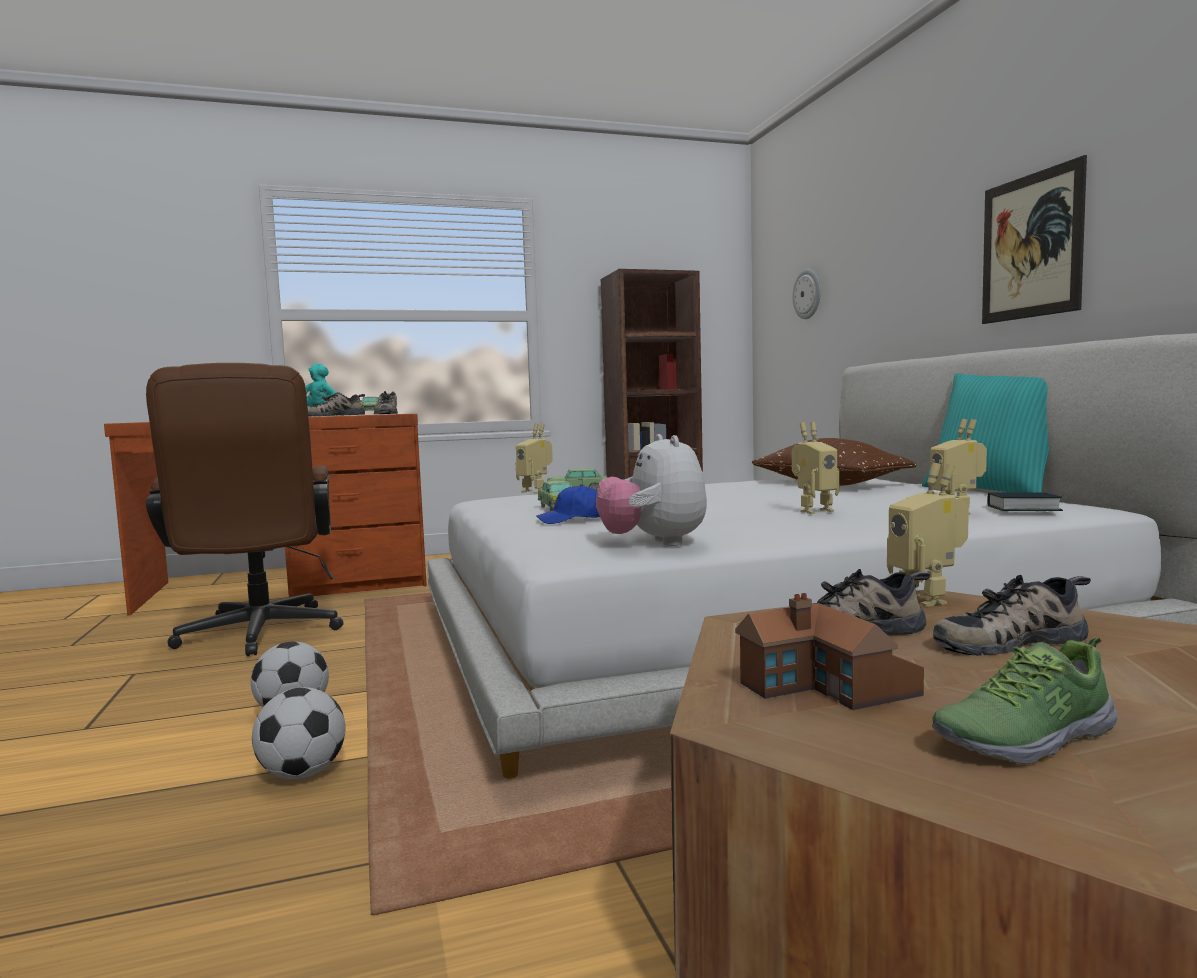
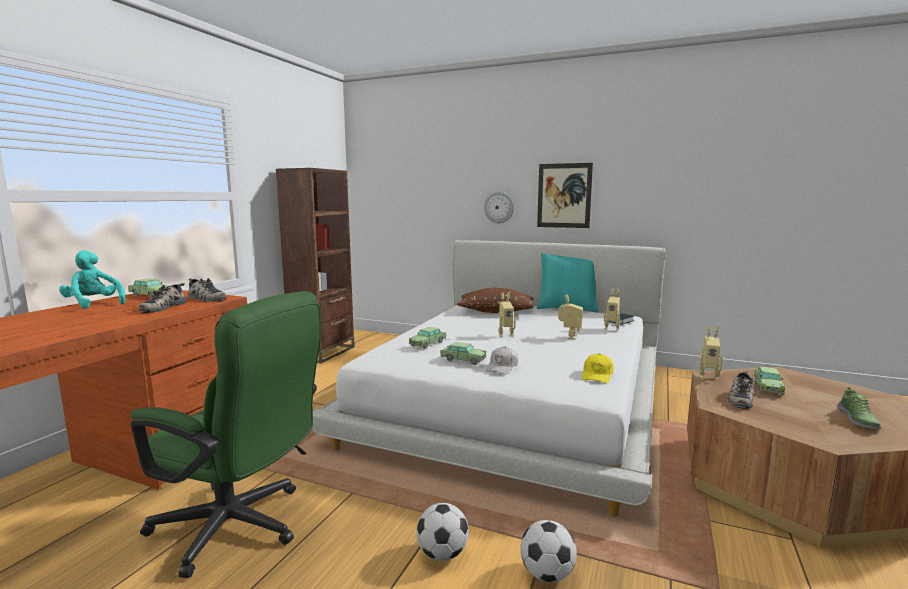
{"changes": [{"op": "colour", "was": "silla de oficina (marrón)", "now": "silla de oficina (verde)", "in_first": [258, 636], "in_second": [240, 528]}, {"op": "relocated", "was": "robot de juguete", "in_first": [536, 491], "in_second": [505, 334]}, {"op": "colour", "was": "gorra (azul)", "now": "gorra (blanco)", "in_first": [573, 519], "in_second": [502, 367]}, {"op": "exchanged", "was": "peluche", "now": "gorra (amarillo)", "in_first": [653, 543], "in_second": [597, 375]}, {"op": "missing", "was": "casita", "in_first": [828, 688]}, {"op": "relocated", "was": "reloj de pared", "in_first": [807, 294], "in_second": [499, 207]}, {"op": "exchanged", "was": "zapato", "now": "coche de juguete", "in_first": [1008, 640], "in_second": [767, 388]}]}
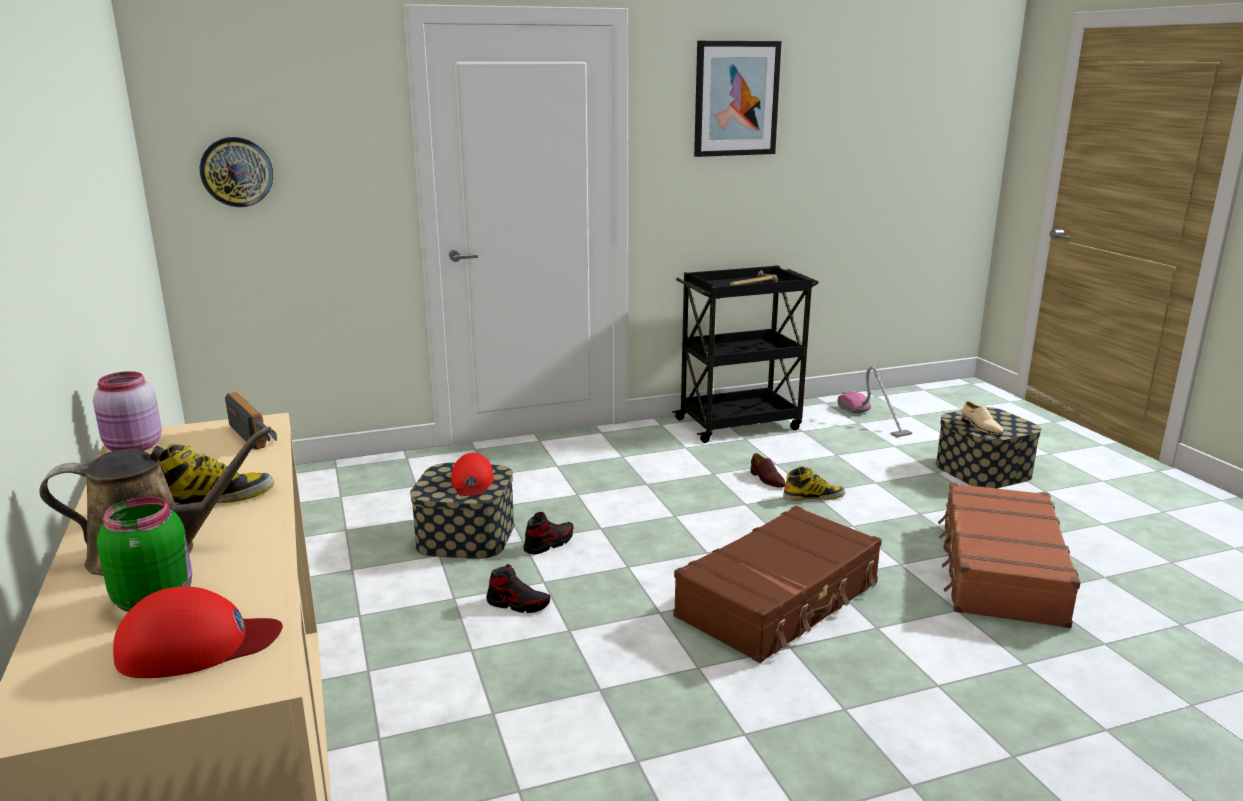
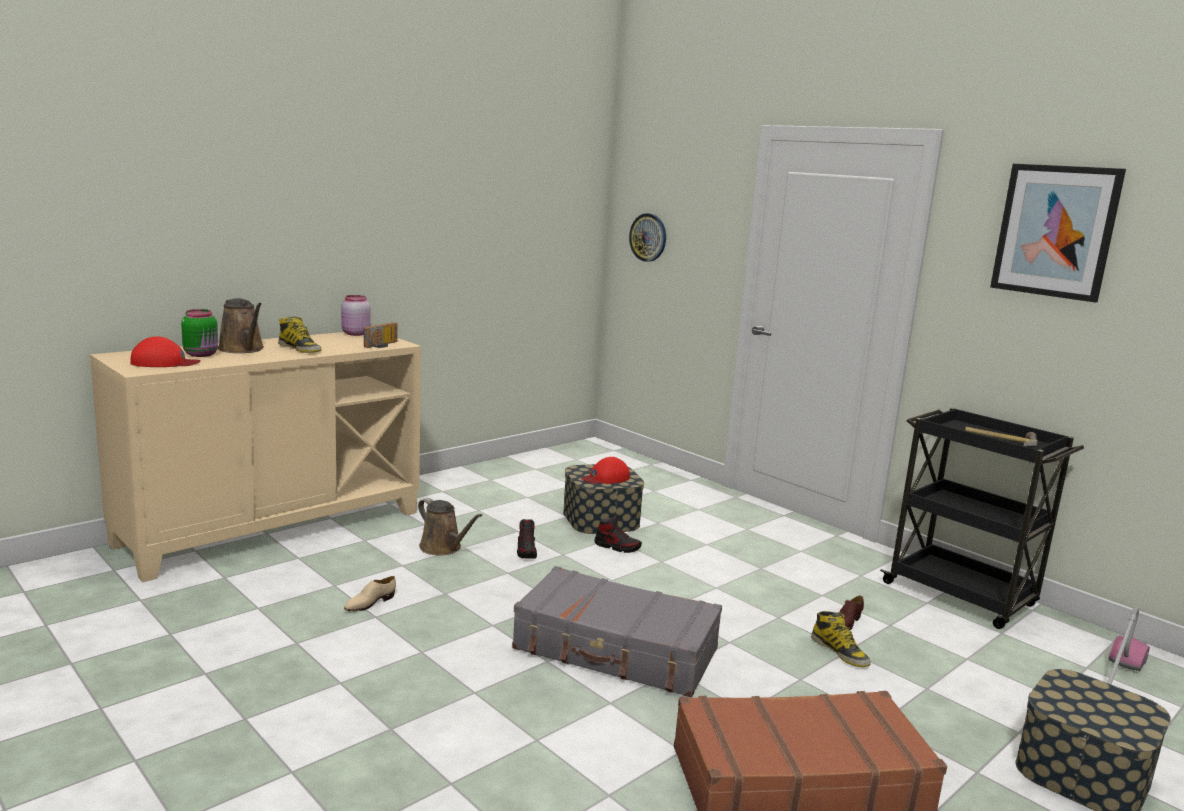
{"changes": [{"op": "spun", "was": "gorra (rojo)", "in_first": [197, 645], "in_second": [164, 363], "clockwise": -60}, {"op": "colour", "was": "maleta (marrón)", "now": "maleta (gris)", "in_first": [780, 600], "in_second": [616, 650]}, {"op": "relocated", "was": "zapato (beis)", "in_first": [981, 427], "in_second": [369, 603]}, {"op": "appeared", "now": "regadera (marrón)", "in_second": [443, 548]}]}
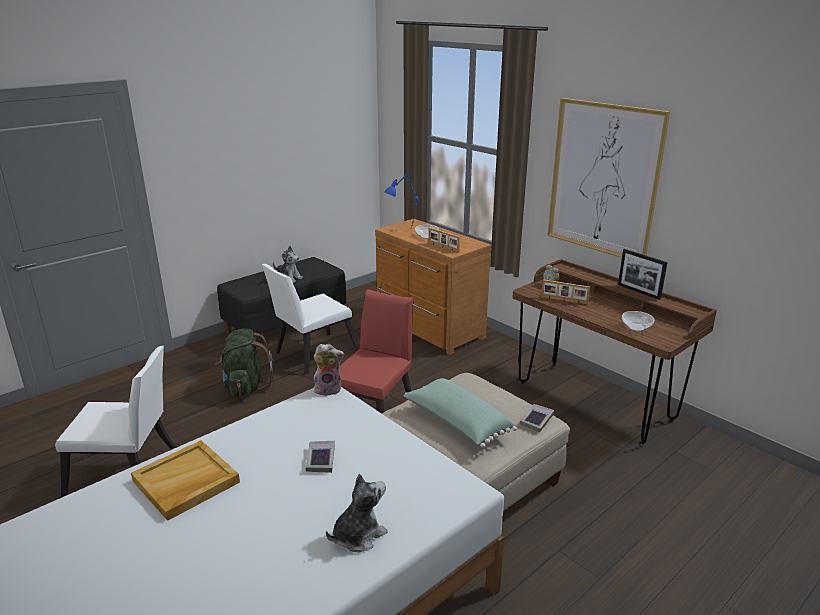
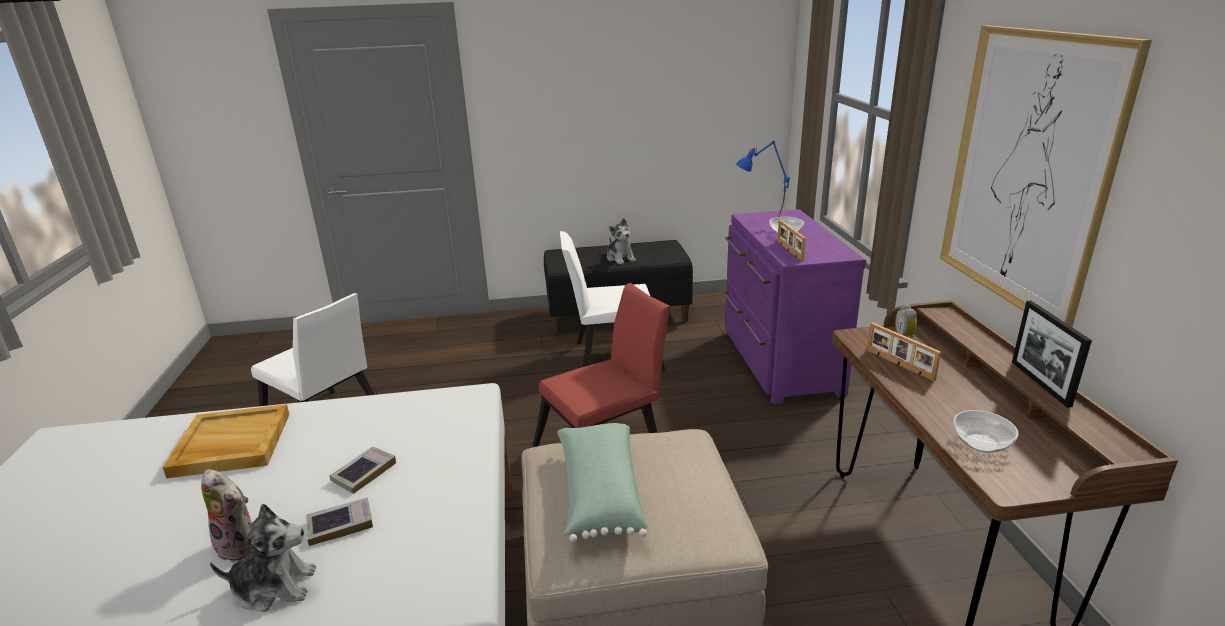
{"changes": [{"op": "missing", "was": "mochila (verde)", "in_first": [245, 387]}, {"op": "relocated", "was": "peluche", "in_first": [329, 389], "in_second": [241, 546]}, {"op": "colour", "was": "cómoda (marrón)", "now": "cómoda (morado)", "in_first": [428, 328], "in_second": [778, 362]}, {"op": "relocated", "was": "libro", "in_first": [536, 420], "in_second": [340, 525]}]}
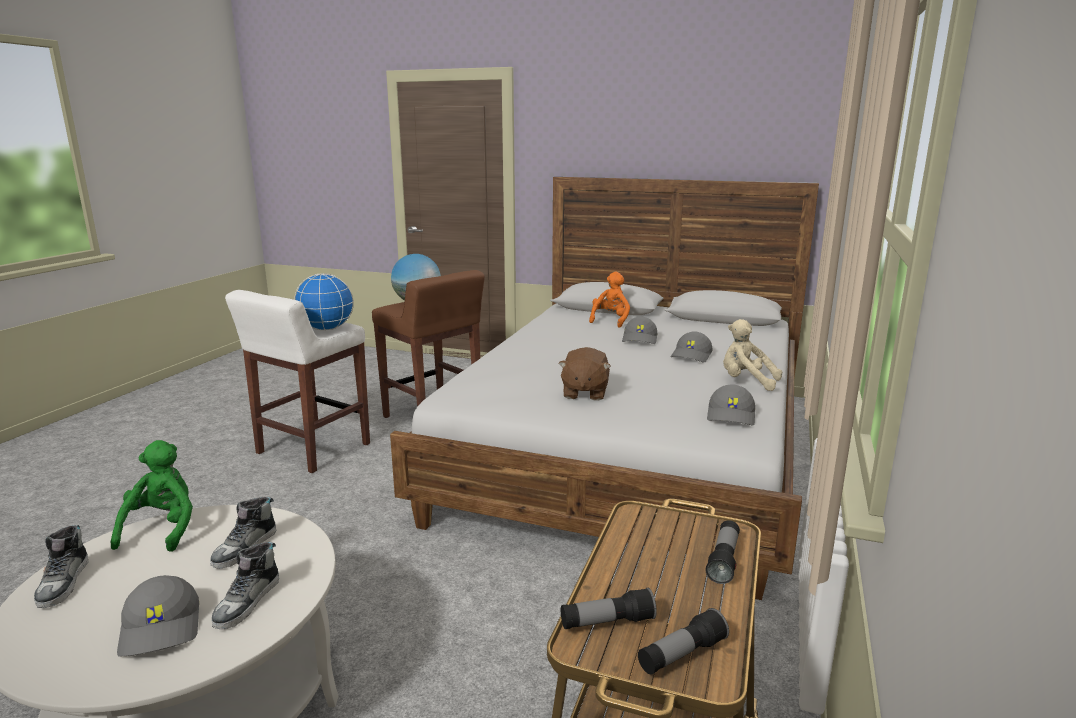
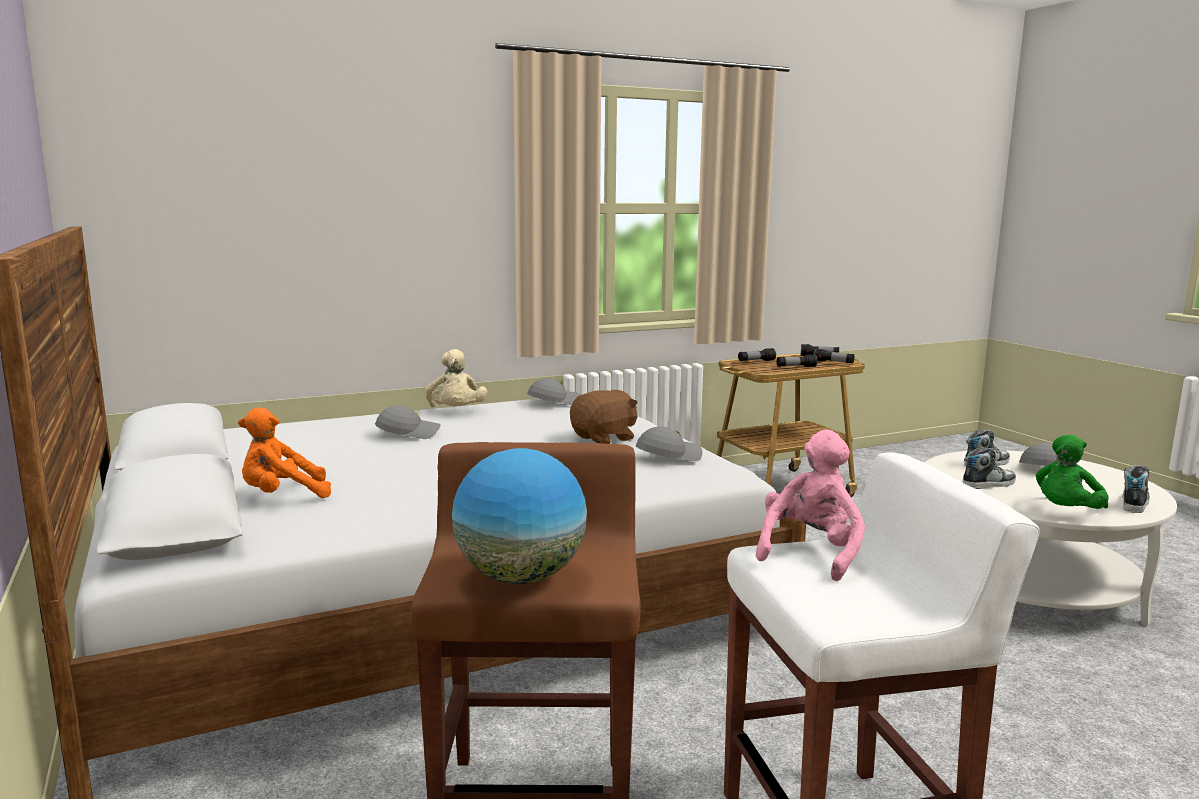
{"changes": [{"op": "exchanged", "was": "globo terráqueo", "now": "peluche (rosa)", "in_first": [326, 329], "in_second": [810, 552]}, {"op": "relocated", "was": "gorra (gris)", "in_first": [640, 339], "in_second": [668, 456]}, {"op": "appeared", "now": "linterna", "in_second": [796, 367]}]}
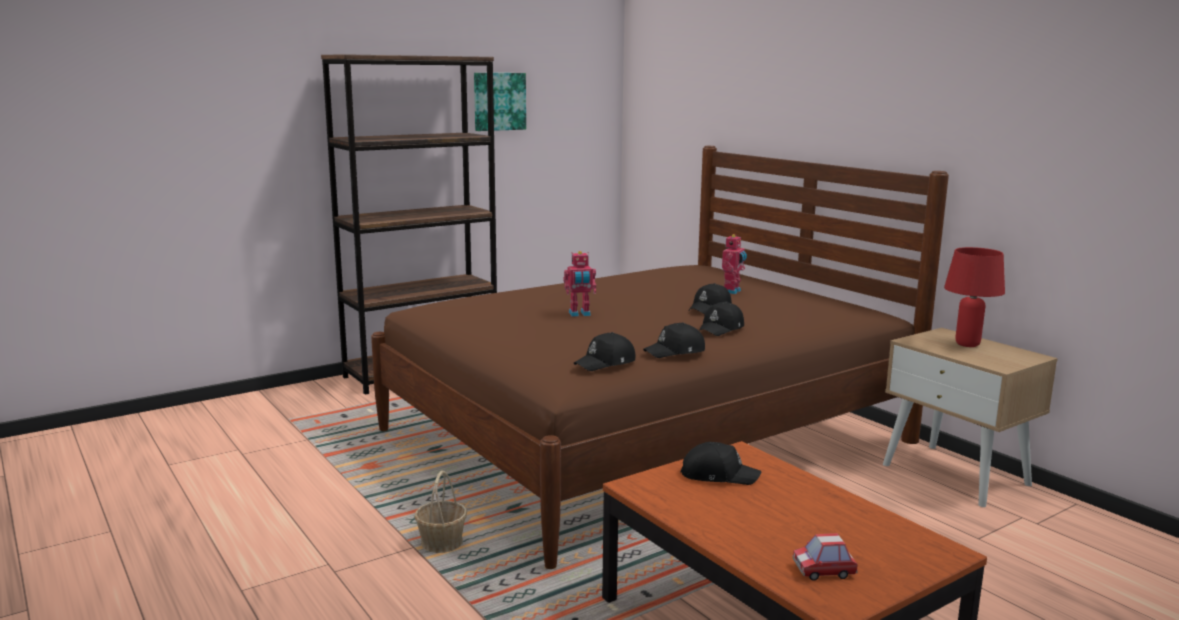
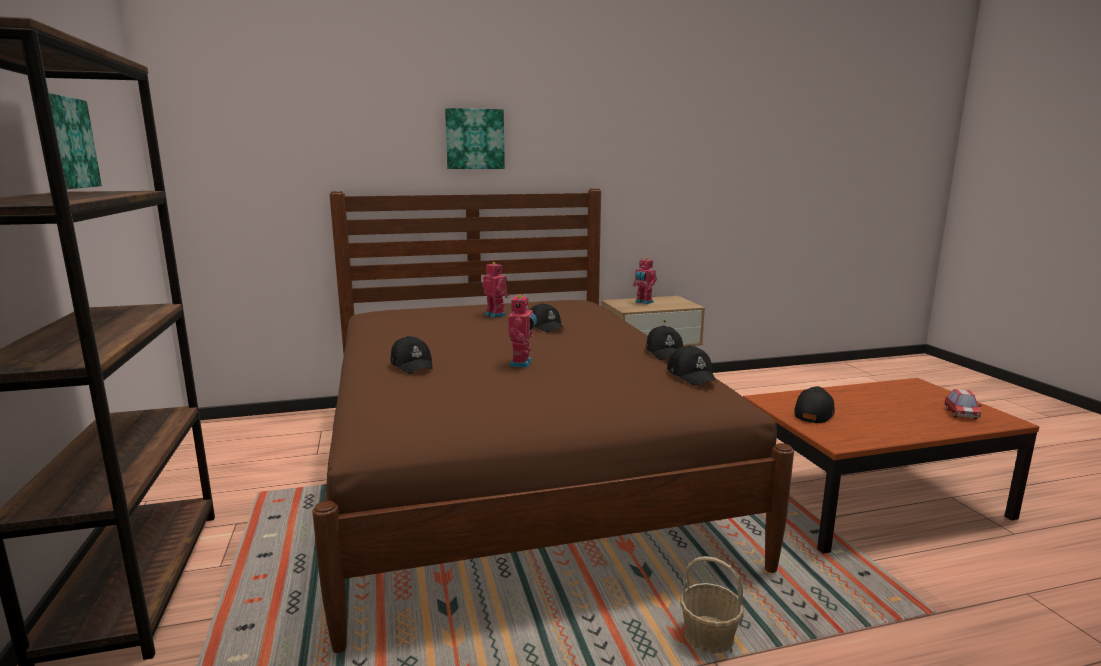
{"changes": [{"op": "relocated", "was": "gorra (negro)", "in_first": [721, 329], "in_second": [412, 365]}, {"op": "exchanged", "was": "lámpara de mesa (rojo)", "now": "robot de juguete", "in_first": [968, 344], "in_second": [643, 302]}, {"op": "appeared", "now": "cuadro", "in_second": [474, 139]}]}
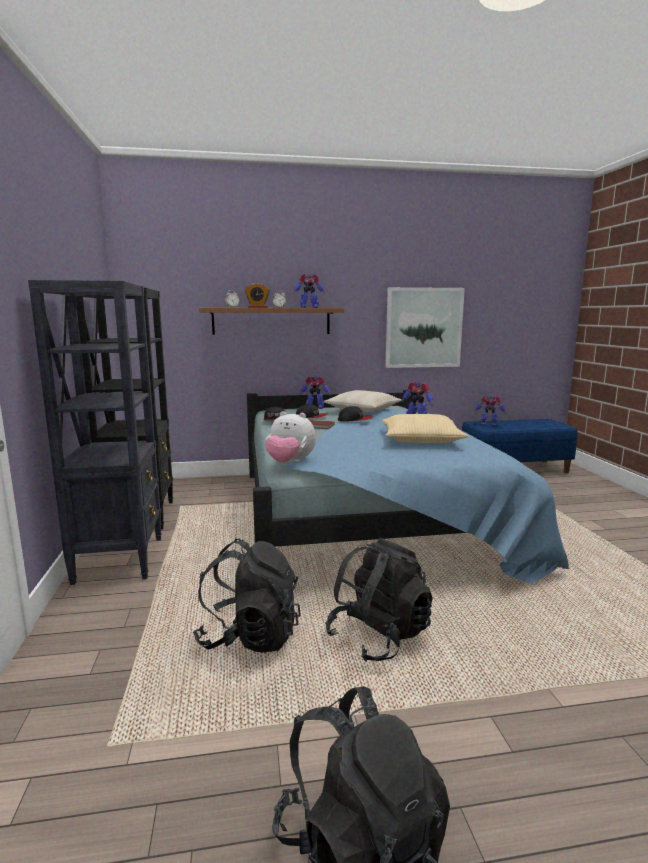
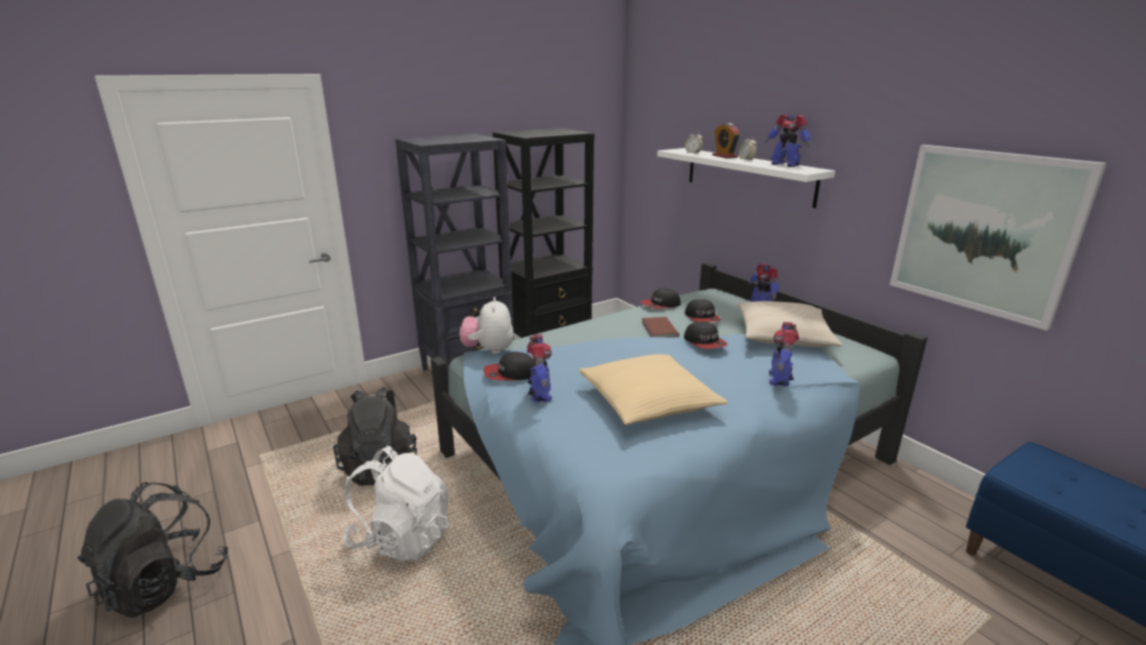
{"changes": [{"op": "colour", "was": "estante (marrón)", "now": "estante (blanco)", "in_first": [271, 321], "in_second": [748, 176]}, {"op": "colour", "was": "mochila (negro)", "now": "mochila (blanco)", "in_first": [379, 636], "in_second": [401, 538]}, {"op": "relocated", "was": "robot de juguete", "in_first": [489, 424], "in_second": [540, 394]}, {"op": "appeared", "now": "gorra", "in_second": [510, 374]}]}
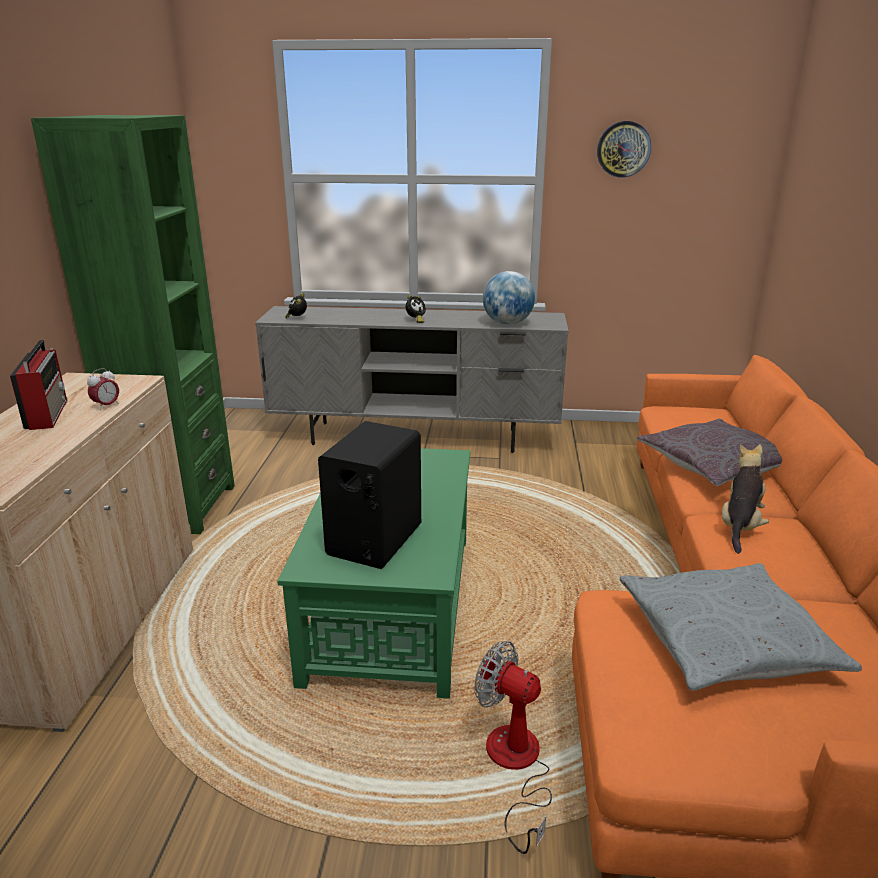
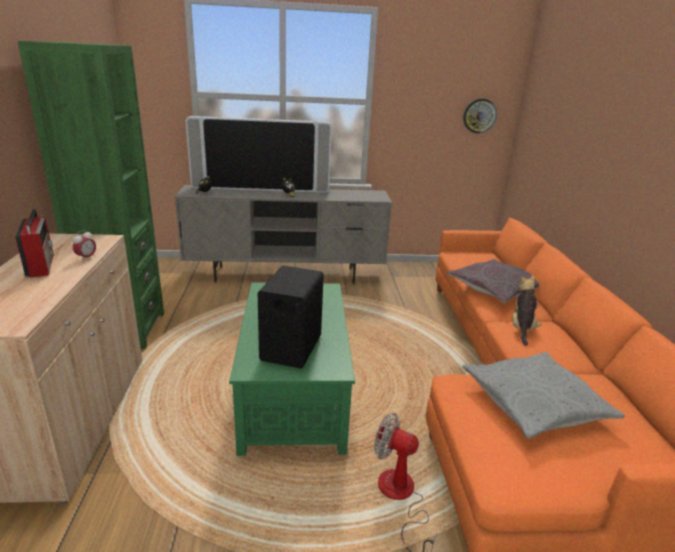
{"changes": [{"op": "missing", "was": "globo terráqueo", "in_first": [507, 323]}, {"op": "relocated", "was": "reloj de pared", "in_first": [623, 149], "in_second": [479, 116]}, {"op": "appeared", "now": "televisor", "in_second": [261, 188]}]}
